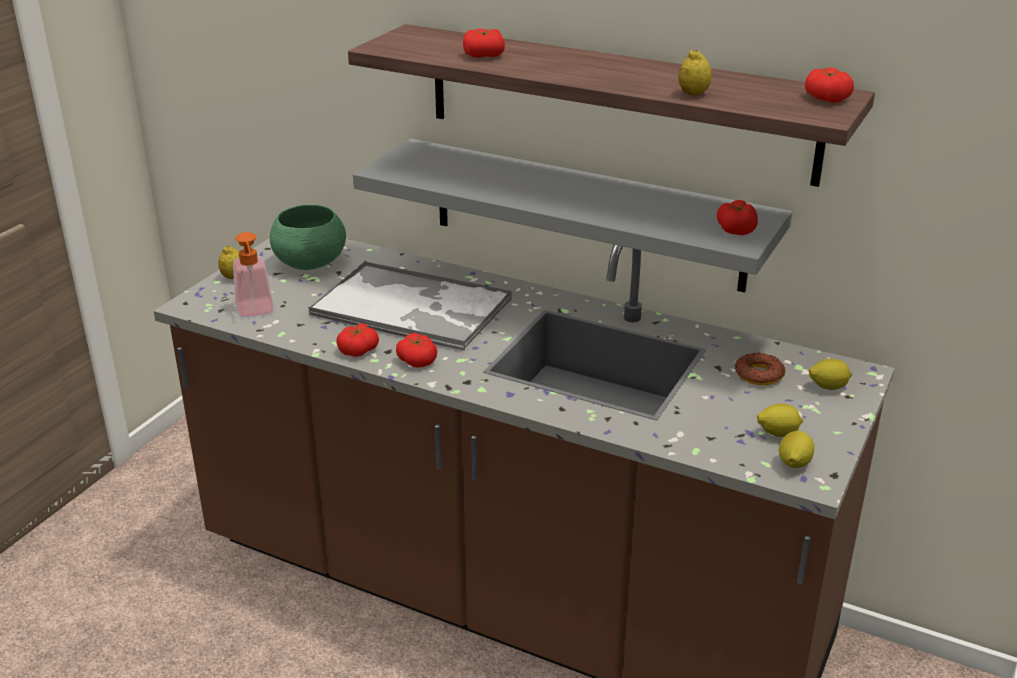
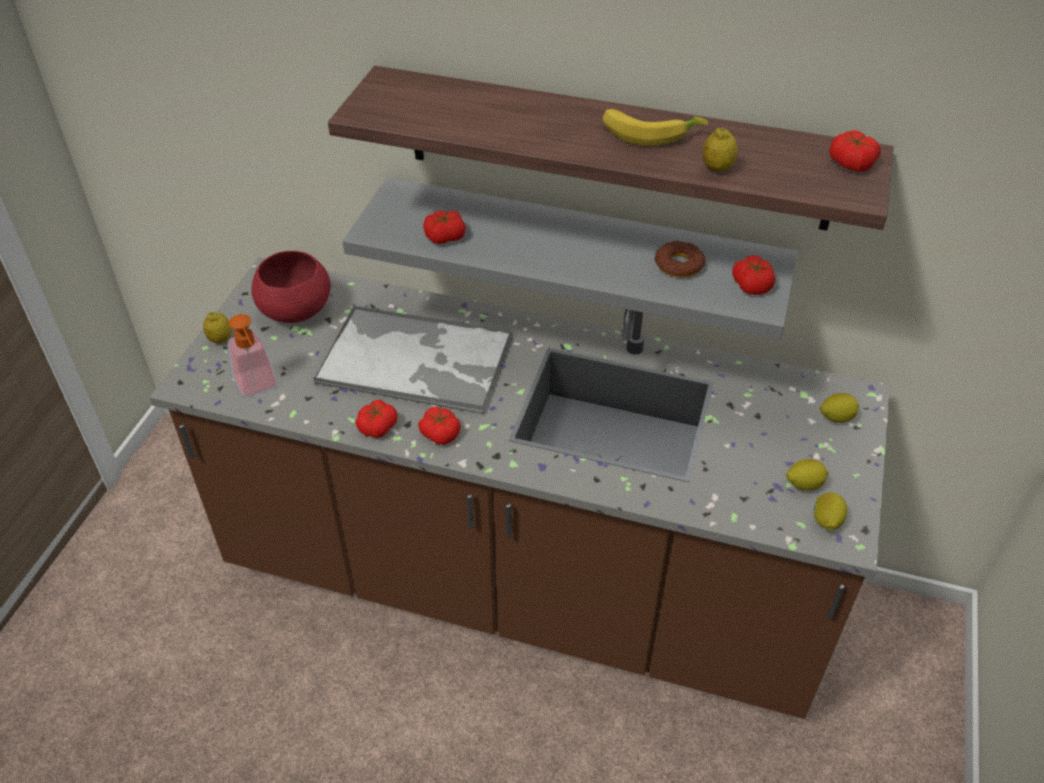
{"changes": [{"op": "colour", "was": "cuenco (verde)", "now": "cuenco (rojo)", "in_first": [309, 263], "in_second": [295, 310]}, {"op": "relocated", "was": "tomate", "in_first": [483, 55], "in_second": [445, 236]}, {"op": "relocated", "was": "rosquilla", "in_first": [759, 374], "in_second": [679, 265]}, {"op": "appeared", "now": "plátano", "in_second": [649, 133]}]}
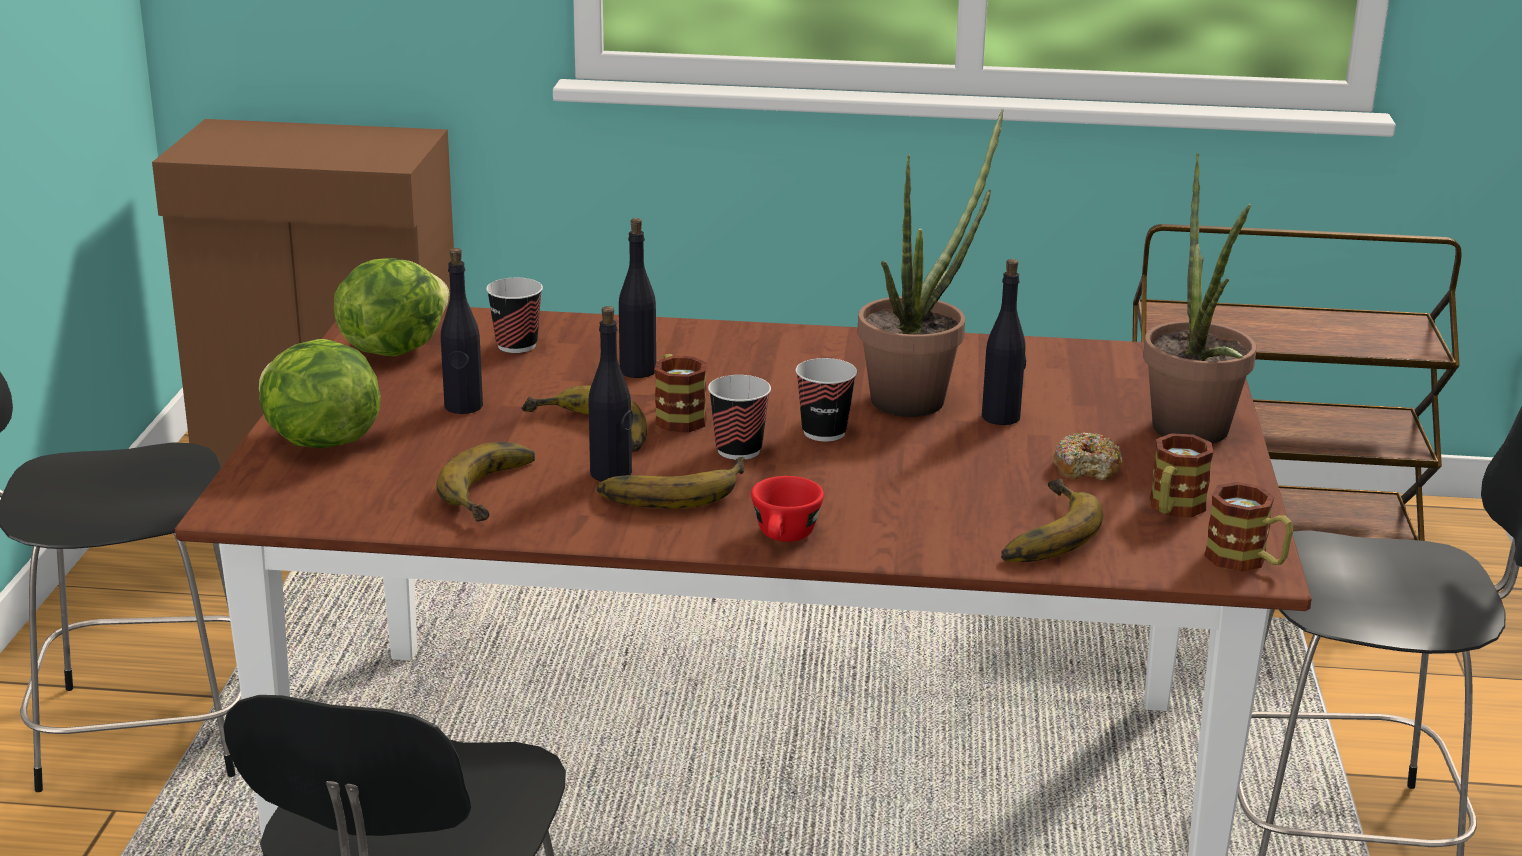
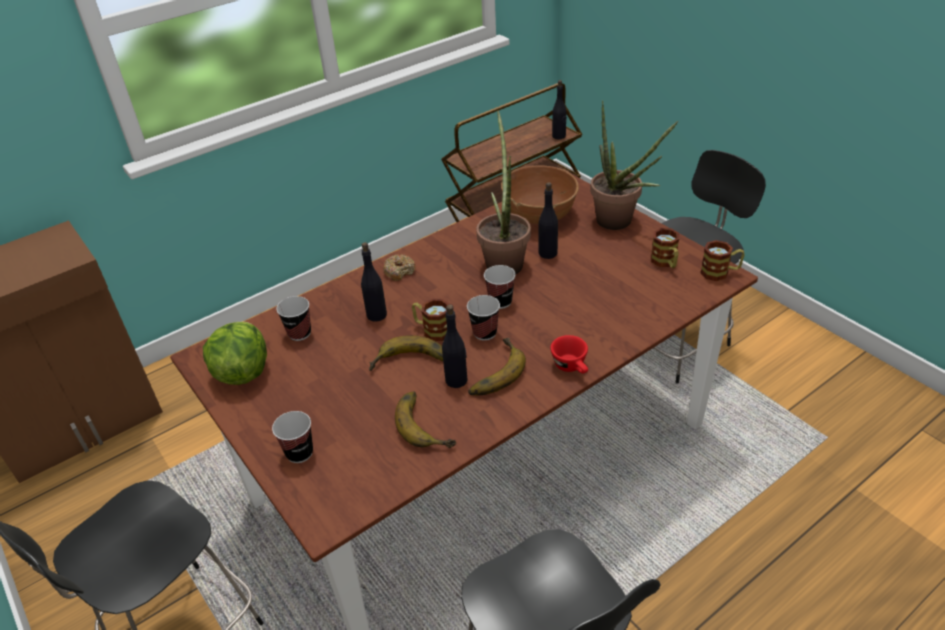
{"changes": [{"op": "exchanged", "was": "lechuga", "now": "taza", "in_first": [319, 442], "in_second": [299, 453]}, {"op": "relocated", "was": "botella (negro)", "in_first": [463, 406], "in_second": [559, 136]}, {"op": "missing", "was": "plátano", "in_first": [1037, 532]}, {"op": "relocated", "was": "rosquilla", "in_first": [1087, 468], "in_second": [399, 271]}, {"op": "appeared", "now": "cuenco (marrón)", "in_second": [539, 214]}]}
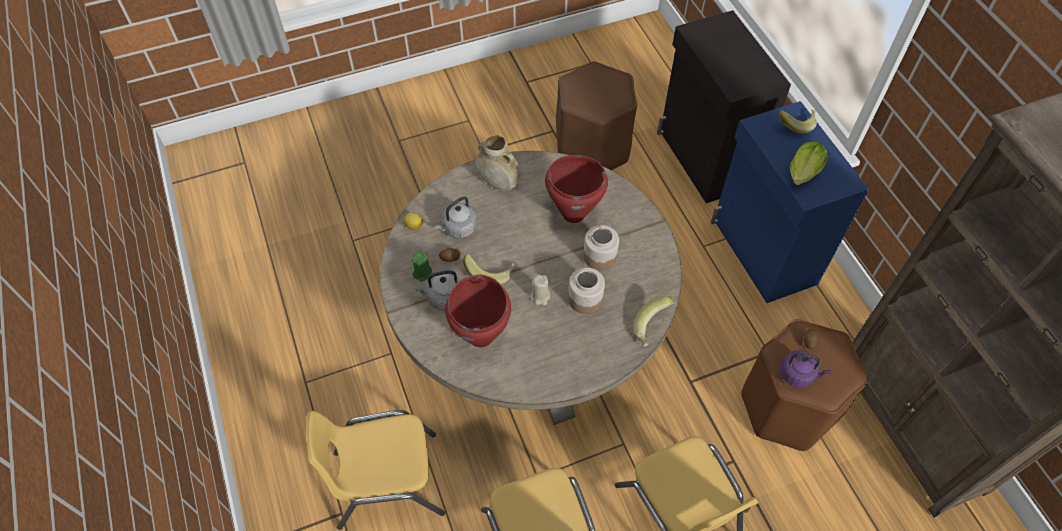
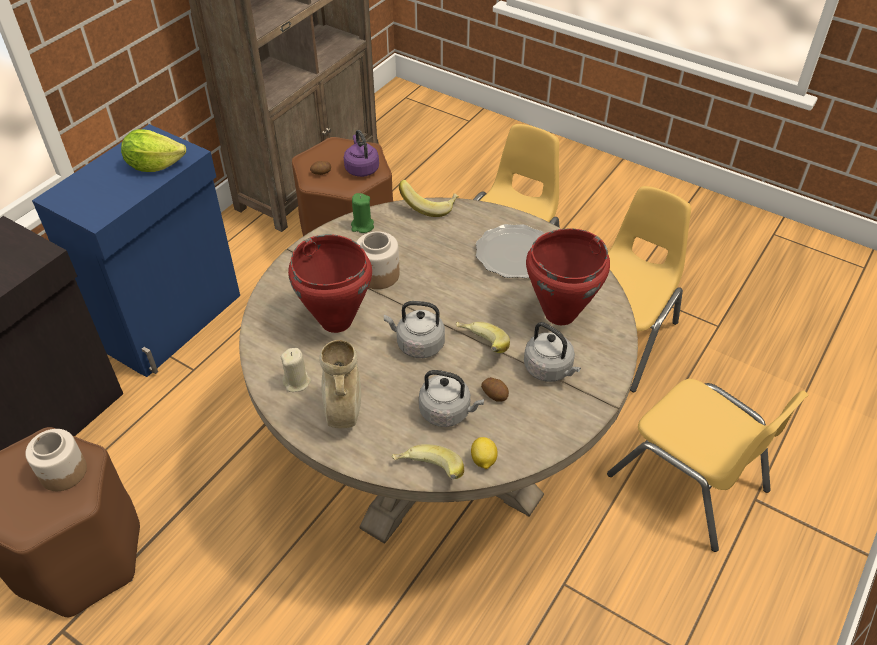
{"changes": [{"op": "relocated", "was": "vela (verde)", "in_first": [422, 273], "in_second": [362, 226]}, {"op": "relocated", "was": "vela (beis)", "in_first": [540, 296], "in_second": [297, 382]}, {"op": "relocated", "was": "tarro", "in_first": [585, 299], "in_second": [63, 472]}, {"op": "relocated", "was": "plátano", "in_first": [796, 124], "in_second": [427, 474]}, {"op": "appeared", "now": "hervidor (gris)", "in_second": [417, 344]}, {"op": "appeared", "now": "plato", "in_second": [514, 255]}]}
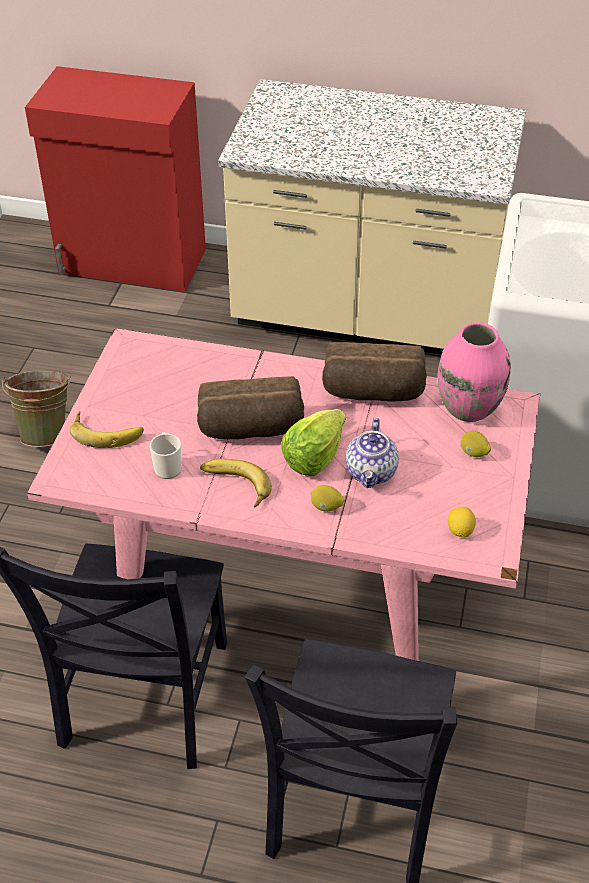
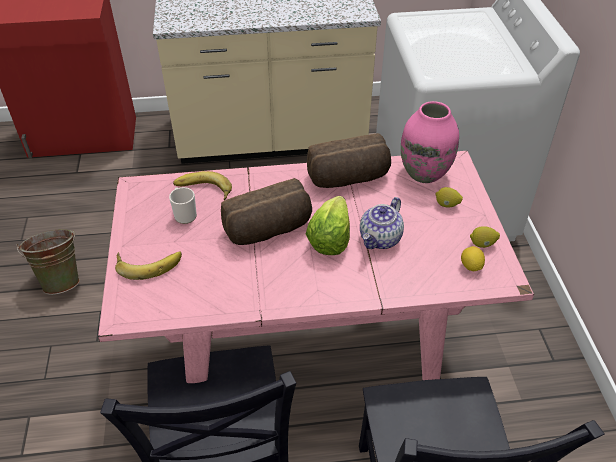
{"changes": [{"op": "relocated", "was": "taza grande", "in_first": [167, 466], "in_second": [184, 214]}, {"op": "relocated", "was": "plátano", "in_first": [234, 486], "in_second": [203, 191]}, {"op": "relocated", "was": "limón", "in_first": [326, 507], "in_second": [482, 244]}, {"op": "spun", "was": "tetera", "in_first": [372, 472], "in_second": [380, 239], "clockwise": 45}]}
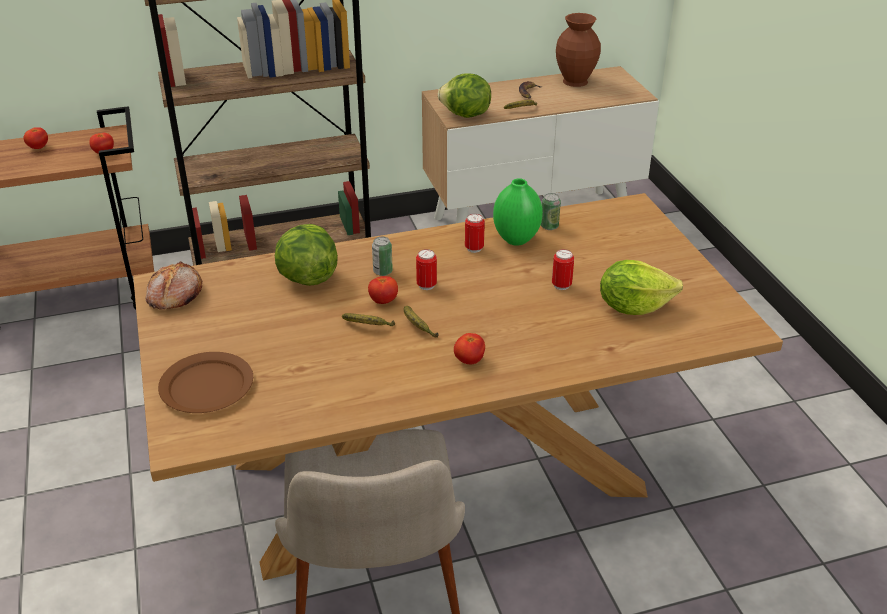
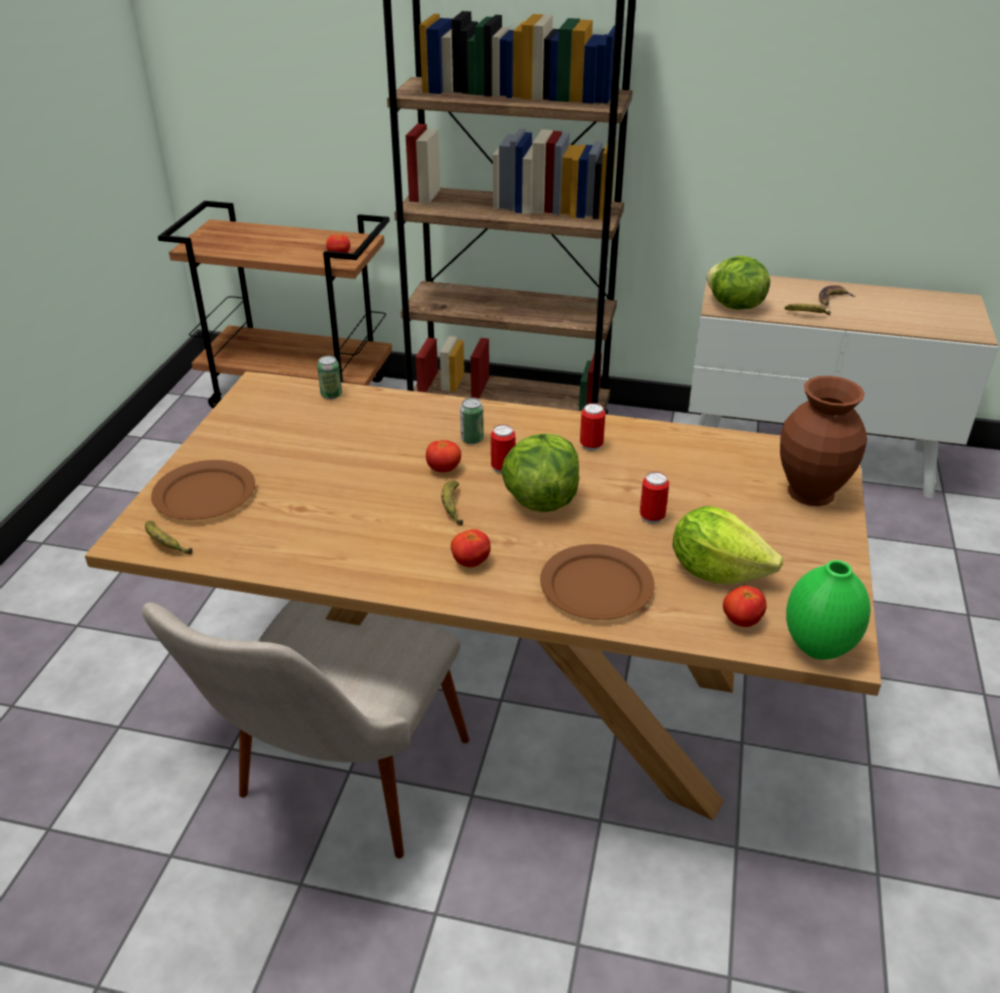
{"changes": [{"op": "relocated", "was": "tomate", "in_first": [38, 148], "in_second": [741, 621]}, {"op": "missing", "was": "pan", "in_first": [174, 295]}, {"op": "relocated", "was": "lechuga", "in_first": [307, 277], "in_second": [540, 499]}, {"op": "relocated", "was": "plátano", "in_first": [367, 326], "in_second": [165, 544]}, {"op": "relocated", "was": "florero (verde)", "in_first": [515, 239], "in_second": [817, 647]}, {"op": "relocated", "was": "lata", "in_first": [549, 226], "in_second": [331, 395]}, {"op": "relocated", "was": "florero (marrón)", "in_first": [576, 82], "in_second": [811, 493]}, {"op": "appeared", "now": "plato (marrón)", "in_second": [596, 585]}]}
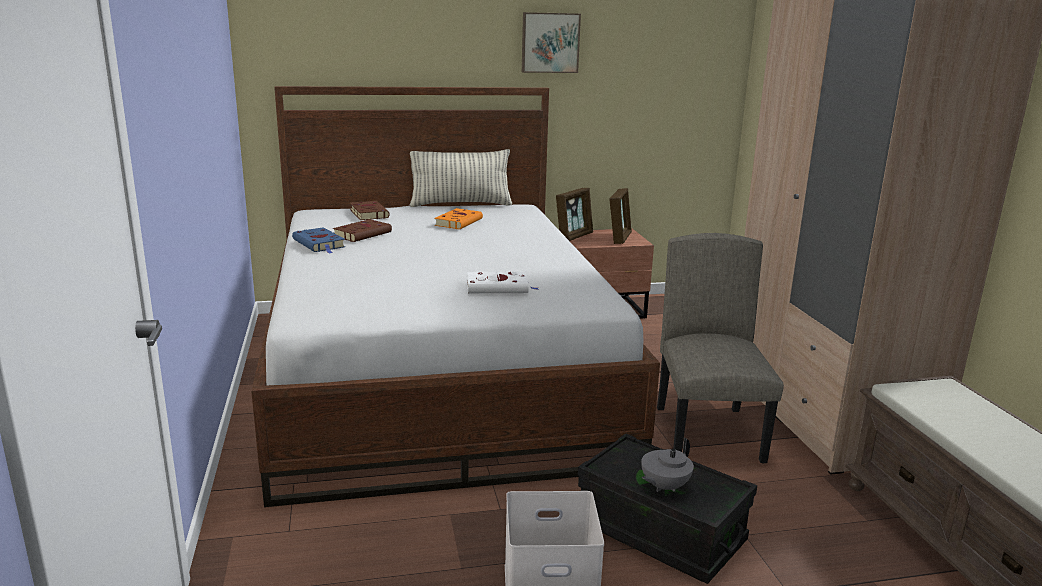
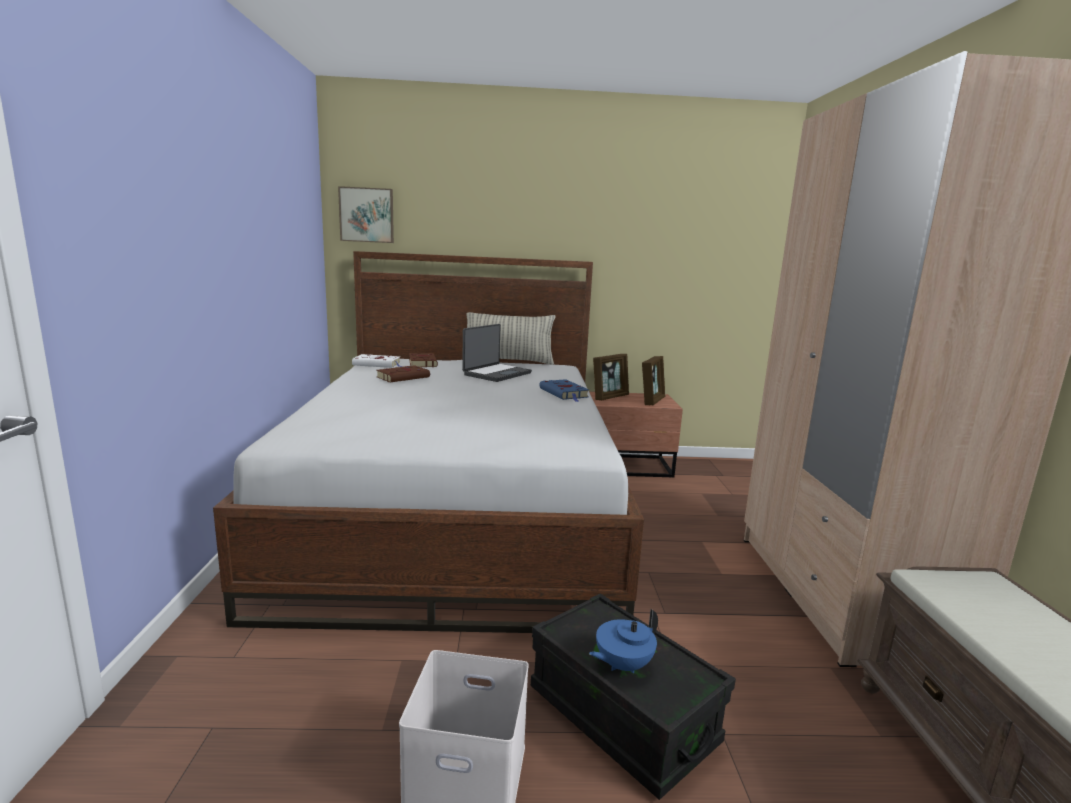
{"changes": [{"op": "relocated", "was": "libro (azul)", "in_first": [320, 244], "in_second": [564, 393]}, {"op": "exchanged", "was": "libro (naranja)", "now": "portátil", "in_first": [459, 222], "in_second": [496, 374]}, {"op": "relocated", "was": "libro (blanco)", "in_first": [499, 287], "in_second": [378, 364]}, {"op": "relocated", "was": "cuadro", "in_first": [550, 42], "in_second": [367, 215]}, {"op": "colour", "was": "tetera (gris)", "now": "tetera (azul)", "in_first": [664, 486], "in_second": [622, 664]}, {"op": "missing", "was": "silla (beis)", "in_first": [709, 434]}]}
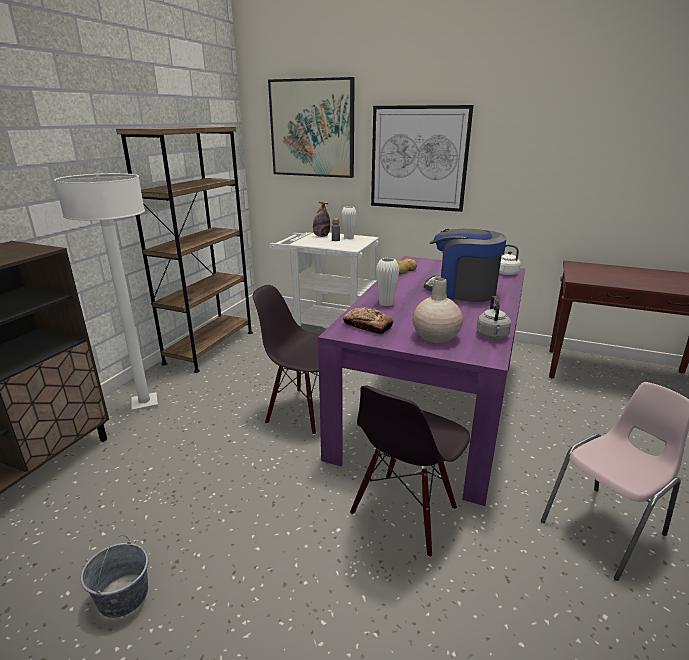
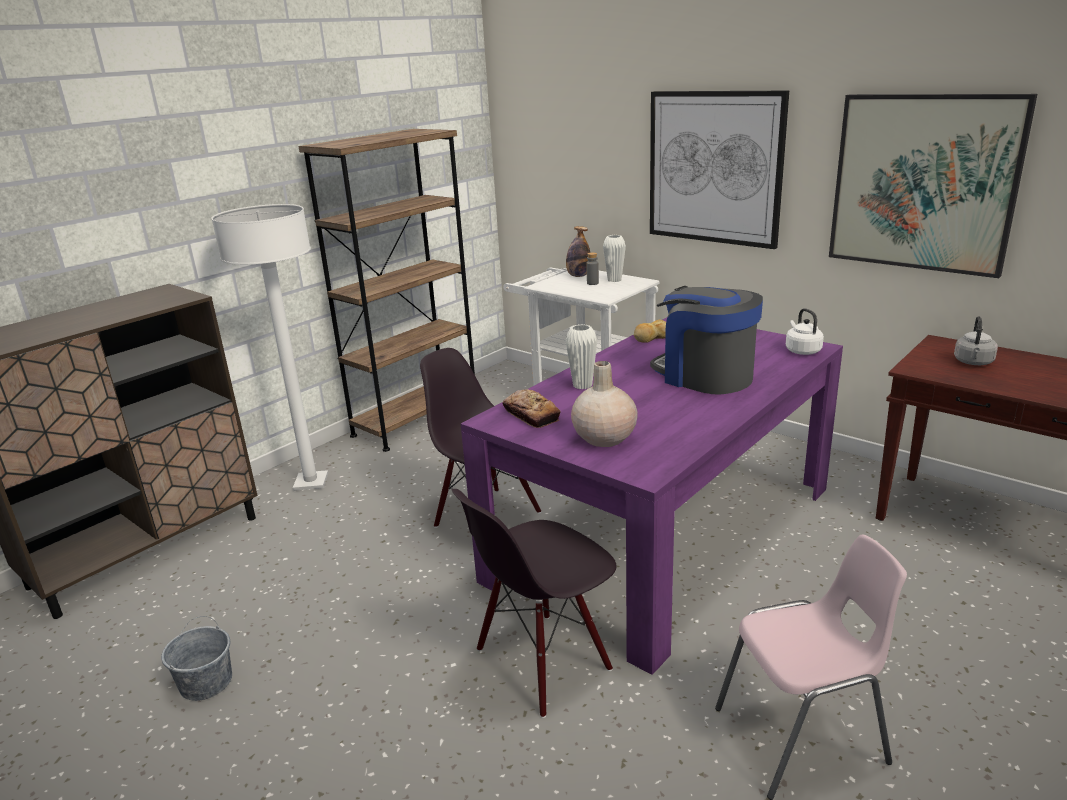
{"changes": [{"op": "relocated", "was": "cuadro", "in_first": [312, 129], "in_second": [923, 183]}, {"op": "relocated", "was": "hervidor (gris)", "in_first": [492, 336], "in_second": [973, 362]}]}
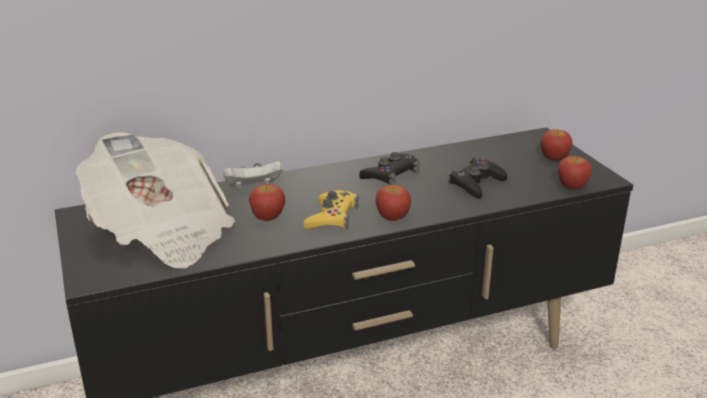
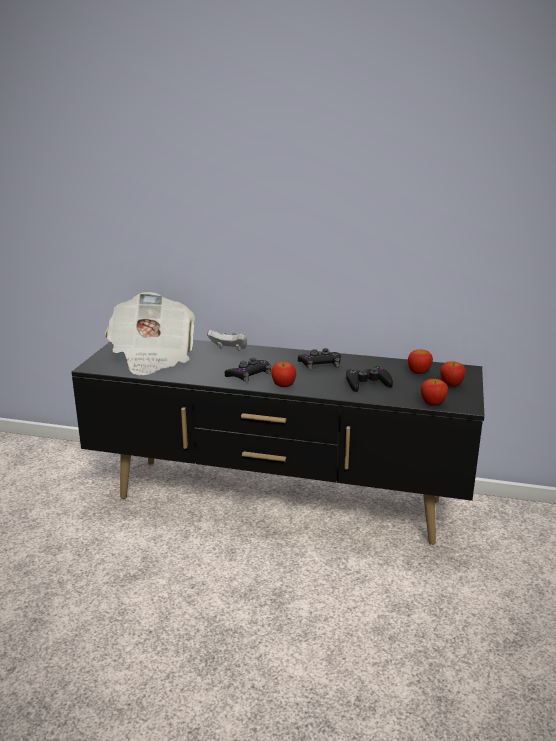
{"changes": [{"op": "relocated", "was": "manzana", "in_first": [268, 217], "in_second": [419, 372]}, {"op": "colour", "was": "mando de consola (amarillo)", "now": "mando de consola (negro)", "in_first": [332, 217], "in_second": [249, 375]}]}
